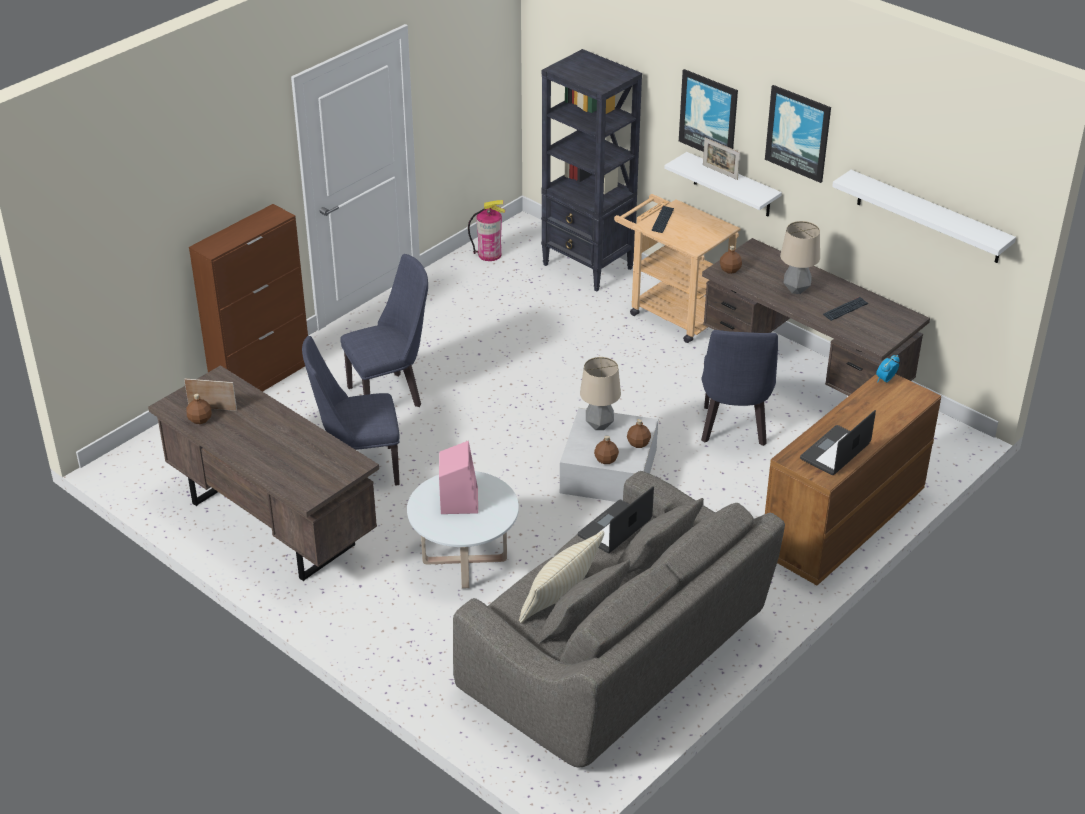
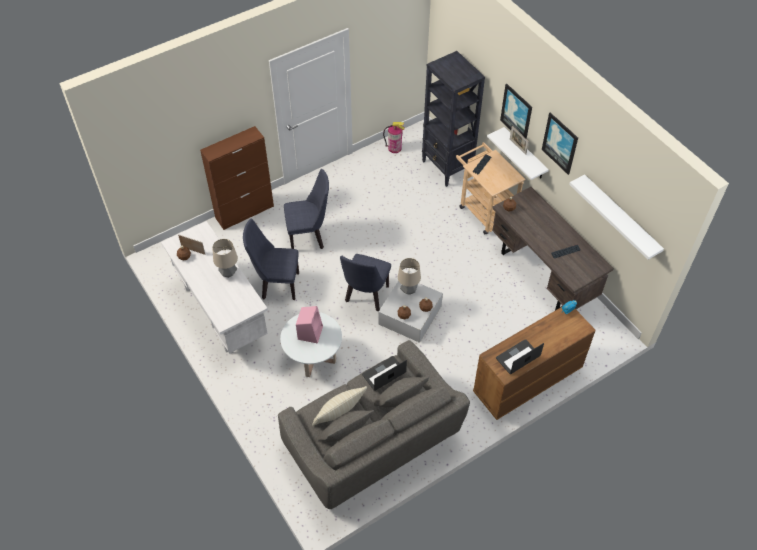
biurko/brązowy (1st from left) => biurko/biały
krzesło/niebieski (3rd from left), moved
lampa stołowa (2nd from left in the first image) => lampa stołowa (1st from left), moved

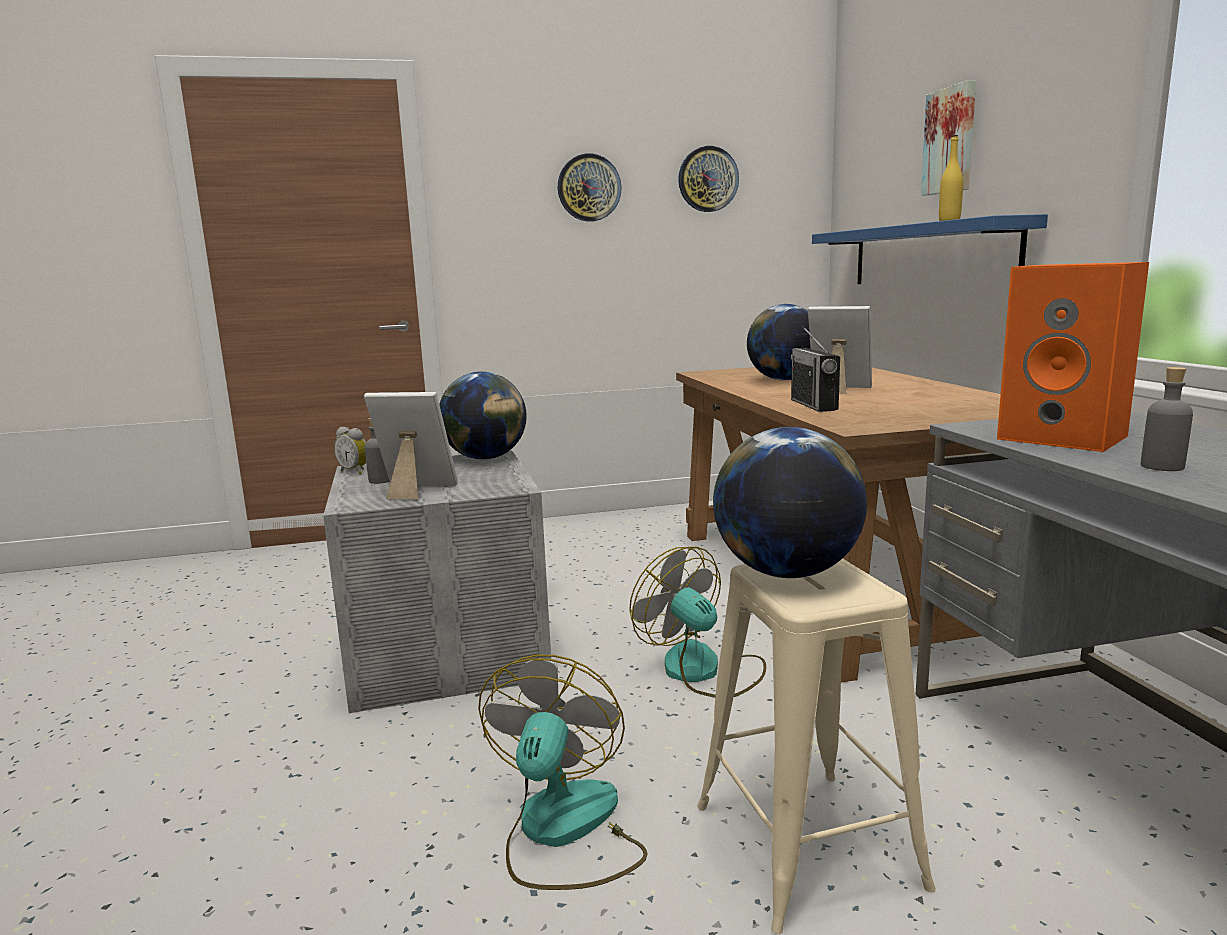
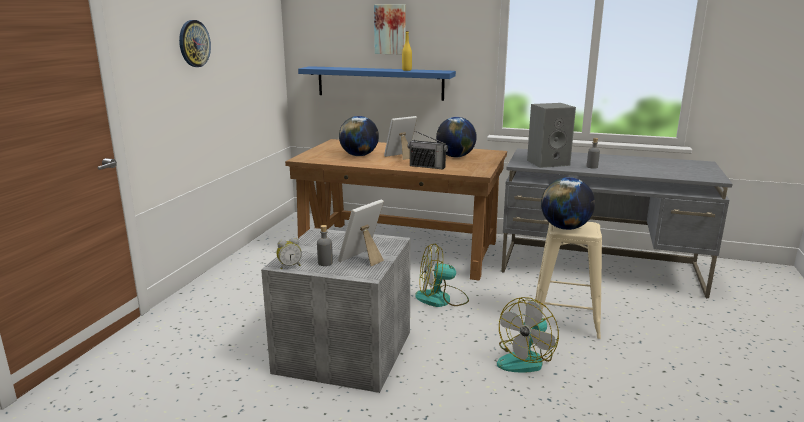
globus (1st from left in the first image) => globus (2nd from left), moved
wentylator (1st from left in the first image) => wentylator (2nd from left), 90 degrees counterclockwise
zegar ścienny (2nd from left) => nothing
głośnik/pomarańczowy => głośnik/szary

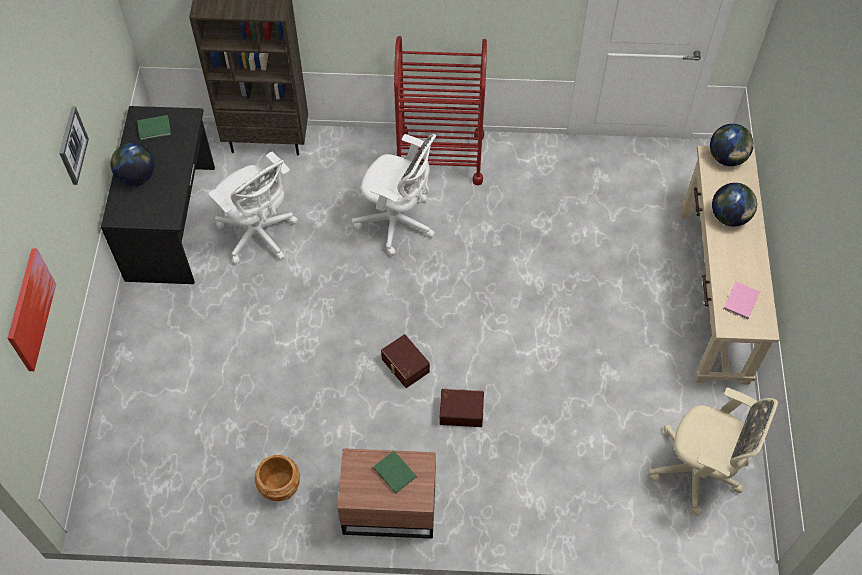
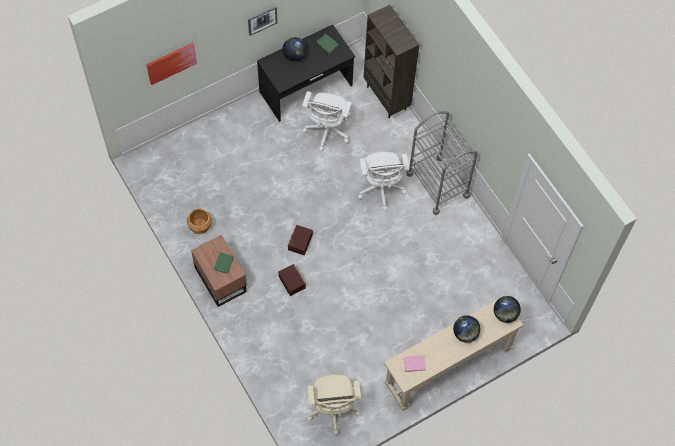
wózek/czerwony => wózek/szary

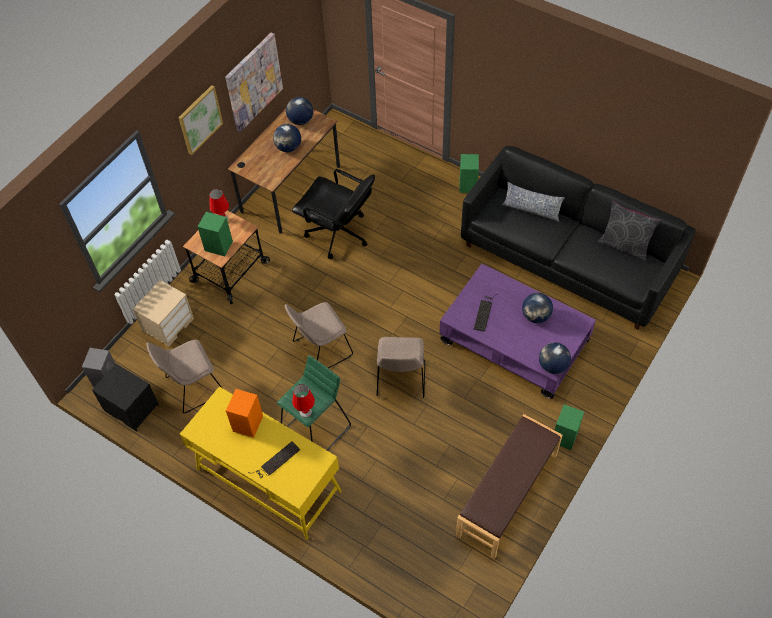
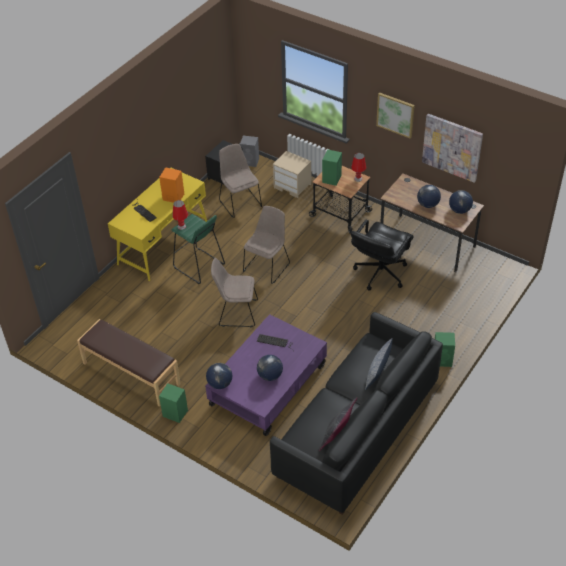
krzesło/beżowy (2nd from left in the first image) => krzesło/beżowy (3rd from left), 60 degrees clockwise

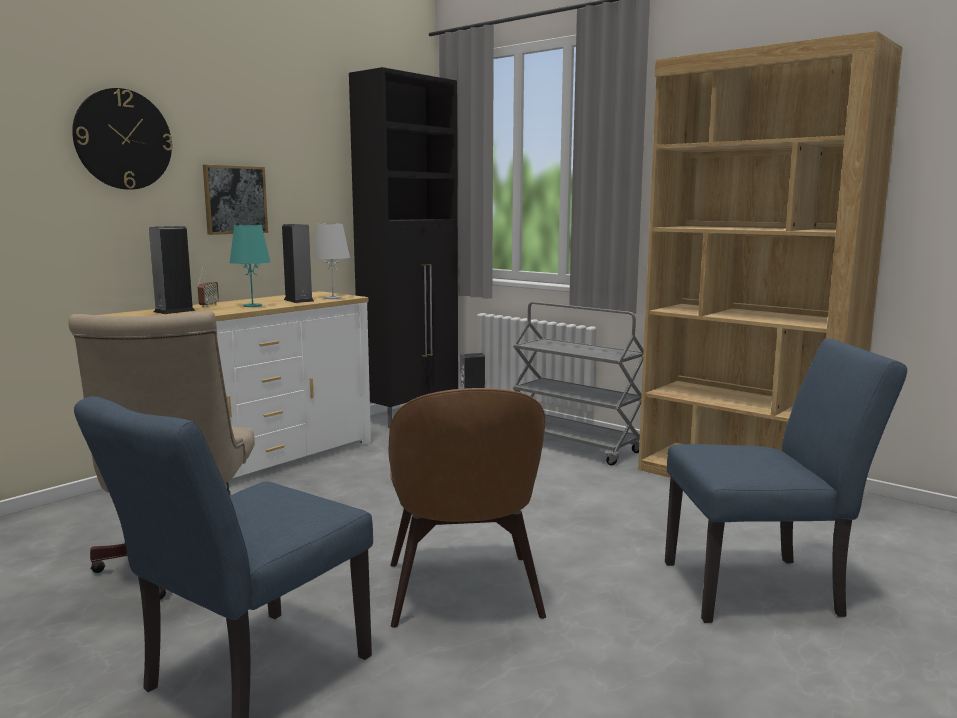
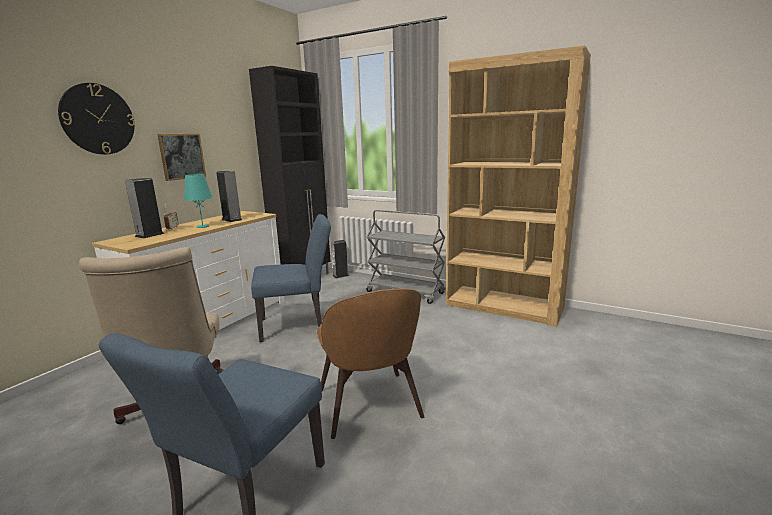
lampa stołowa/biały => nothing
krzesło/niebieski (2nd from left), moved

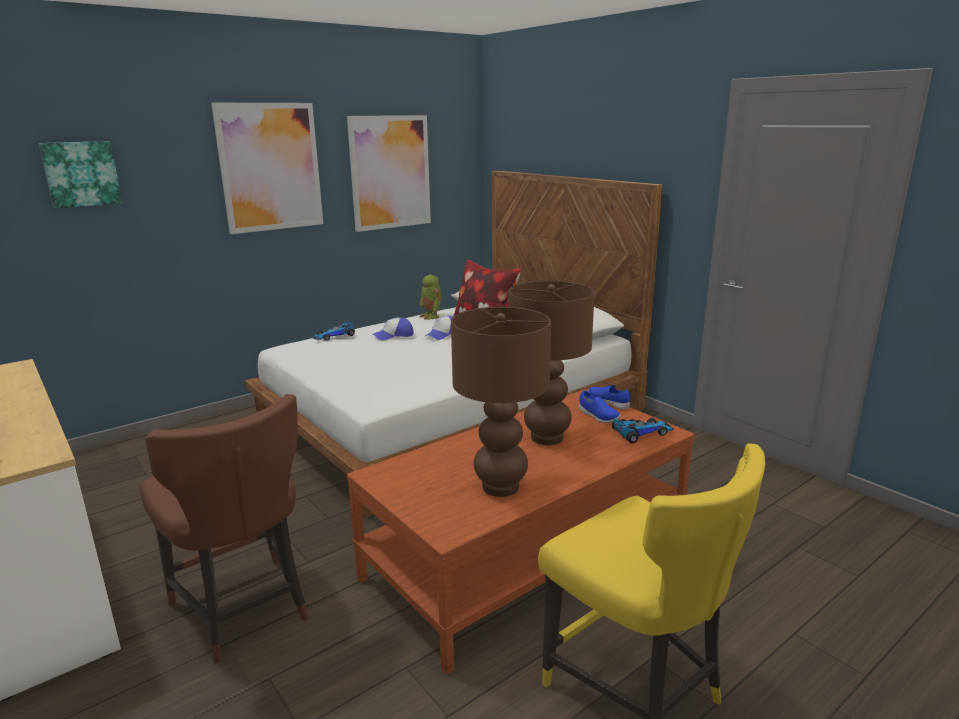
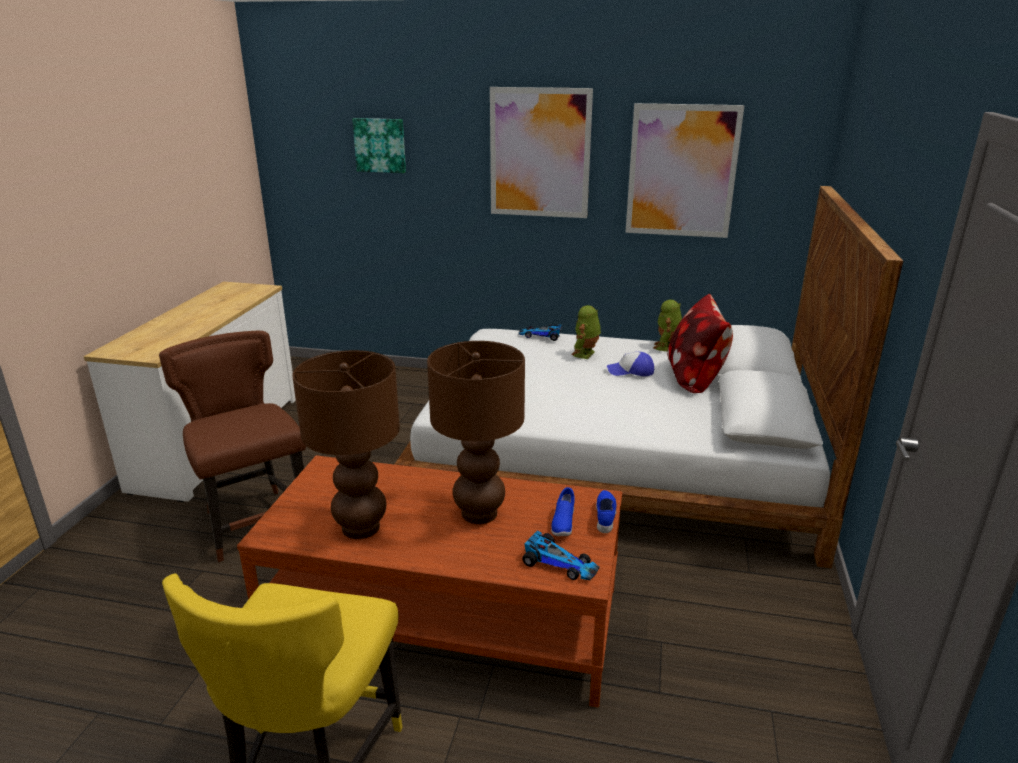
krzesło/brązowy, 135 degrees clockwise
czapka z daszkiem (1st from left) => robot zabawkowy (1st from left)

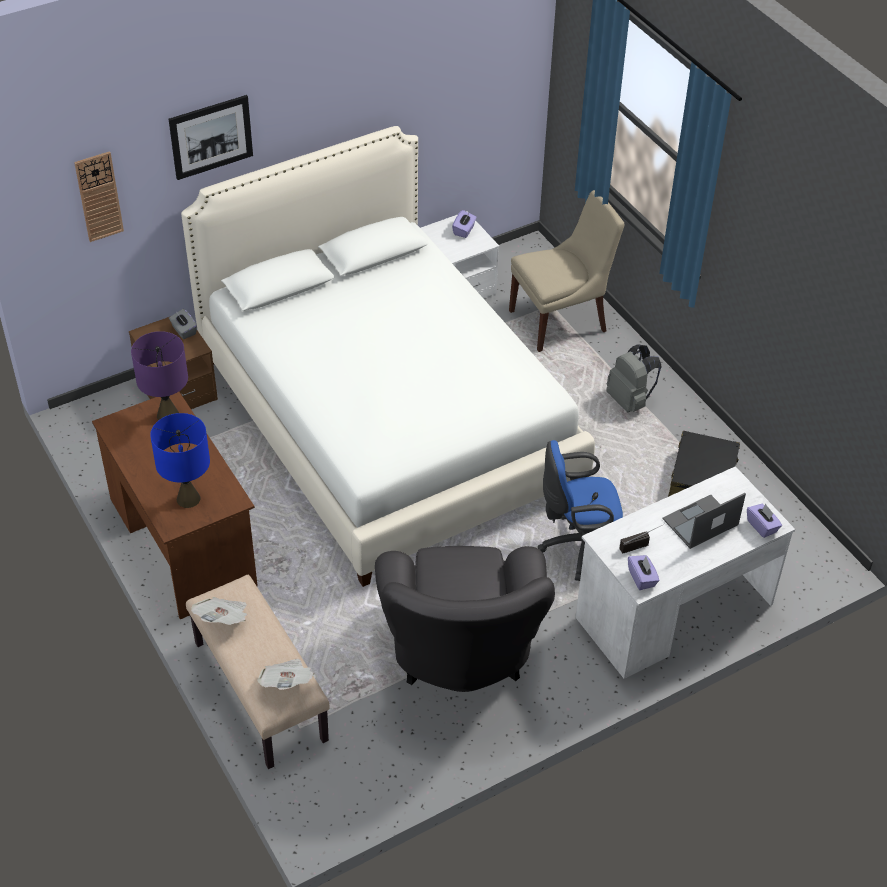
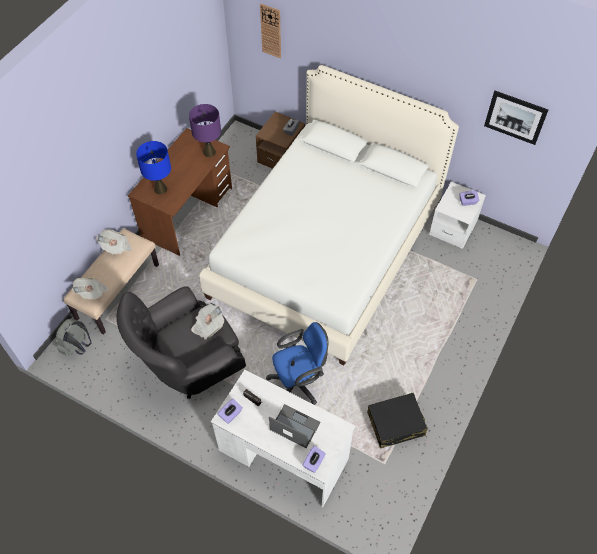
obraz, moved
krzesło/beżowy => nothing
krzesło biurowe/niebieski, 105 degrees clockwise
plecak/szary, moved
nothing => gazeta (3rd from left)

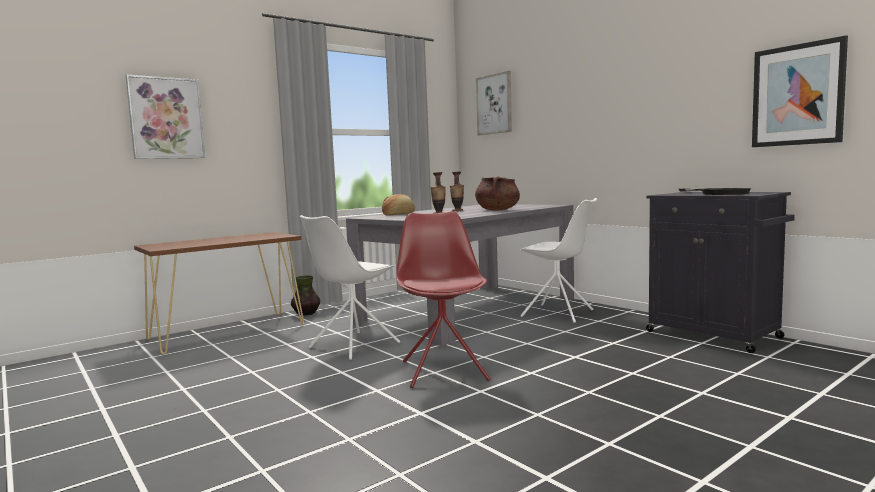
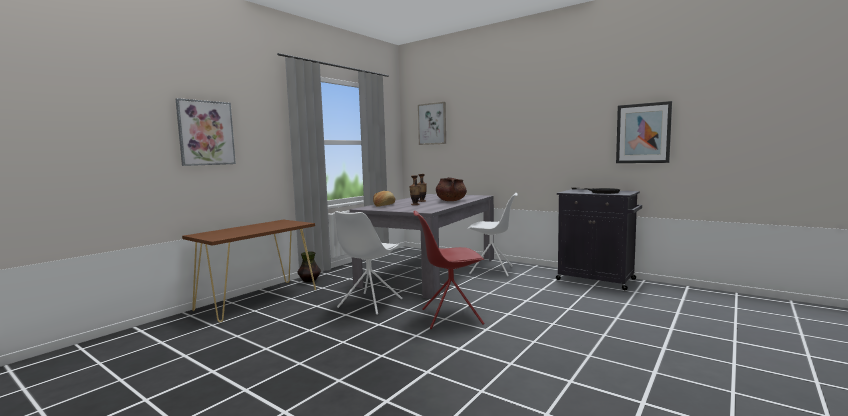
krzesło/czerwony, 75 degrees counterclockwise

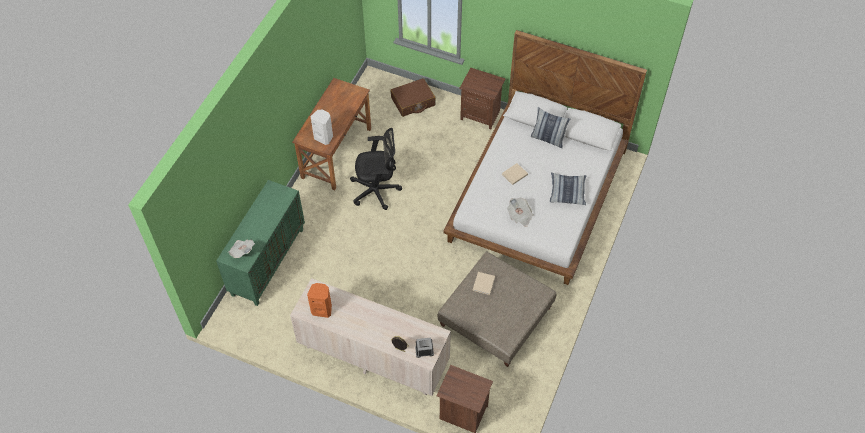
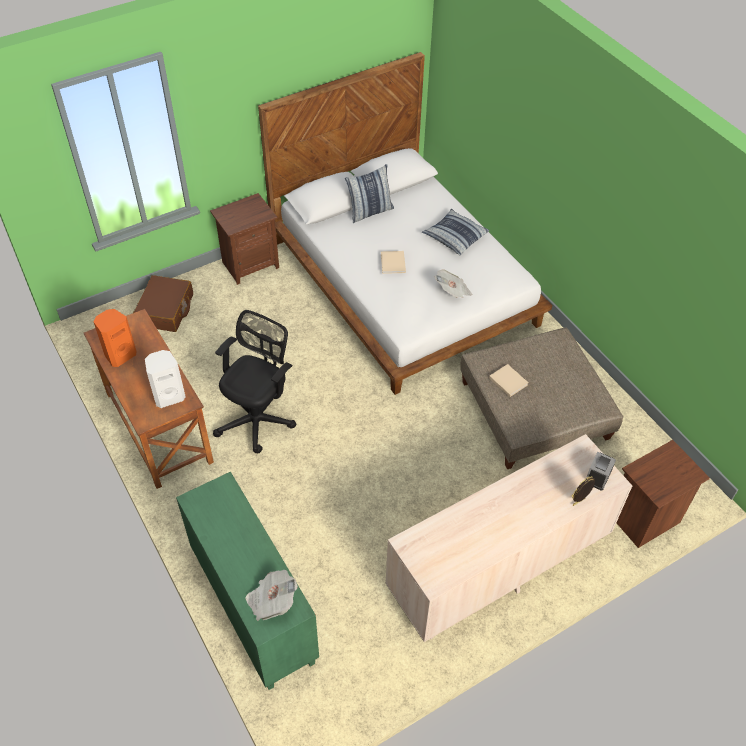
głośnik/pomarańczowy, moved

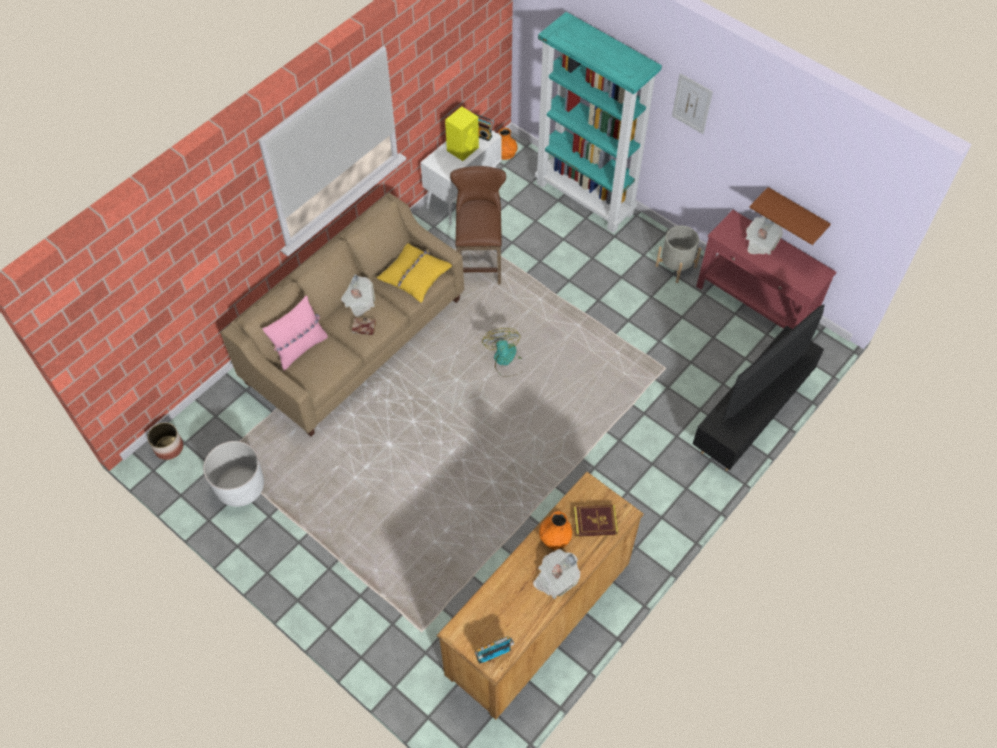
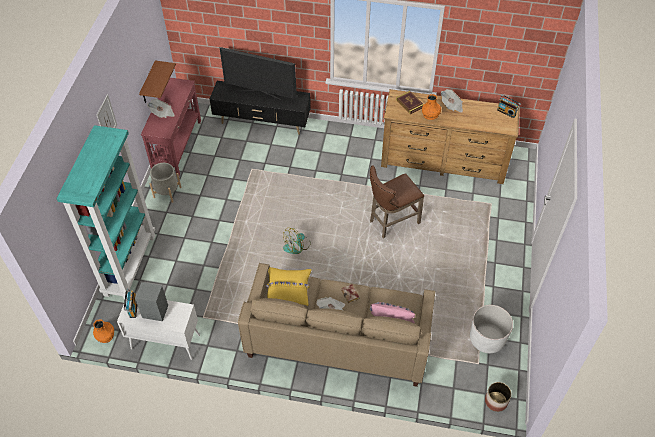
głośnik/żółty => głośnik/szary
stołek/brązowy, moved

